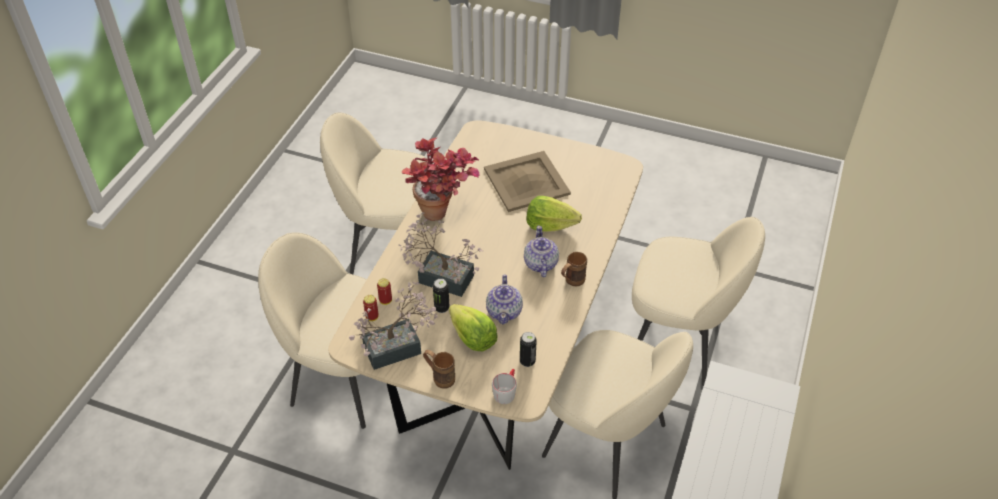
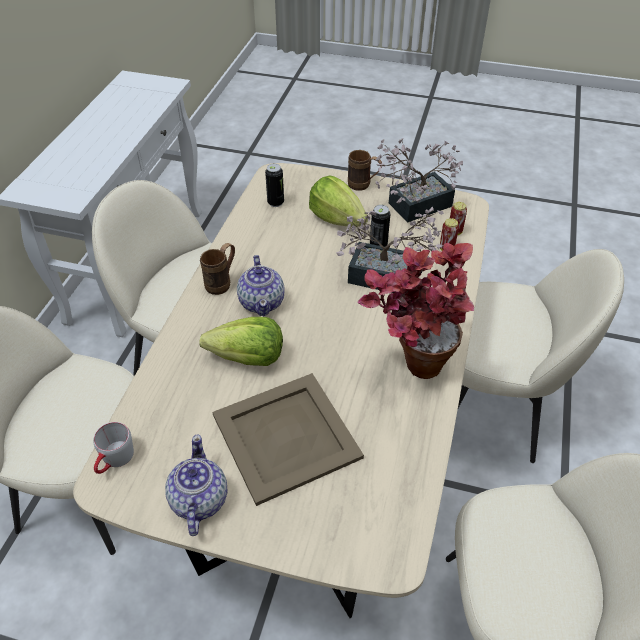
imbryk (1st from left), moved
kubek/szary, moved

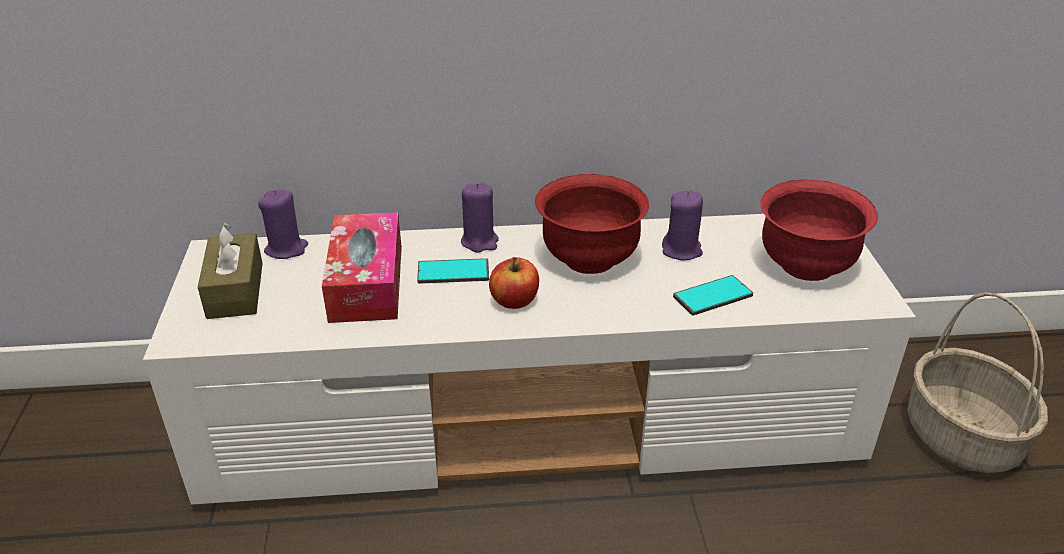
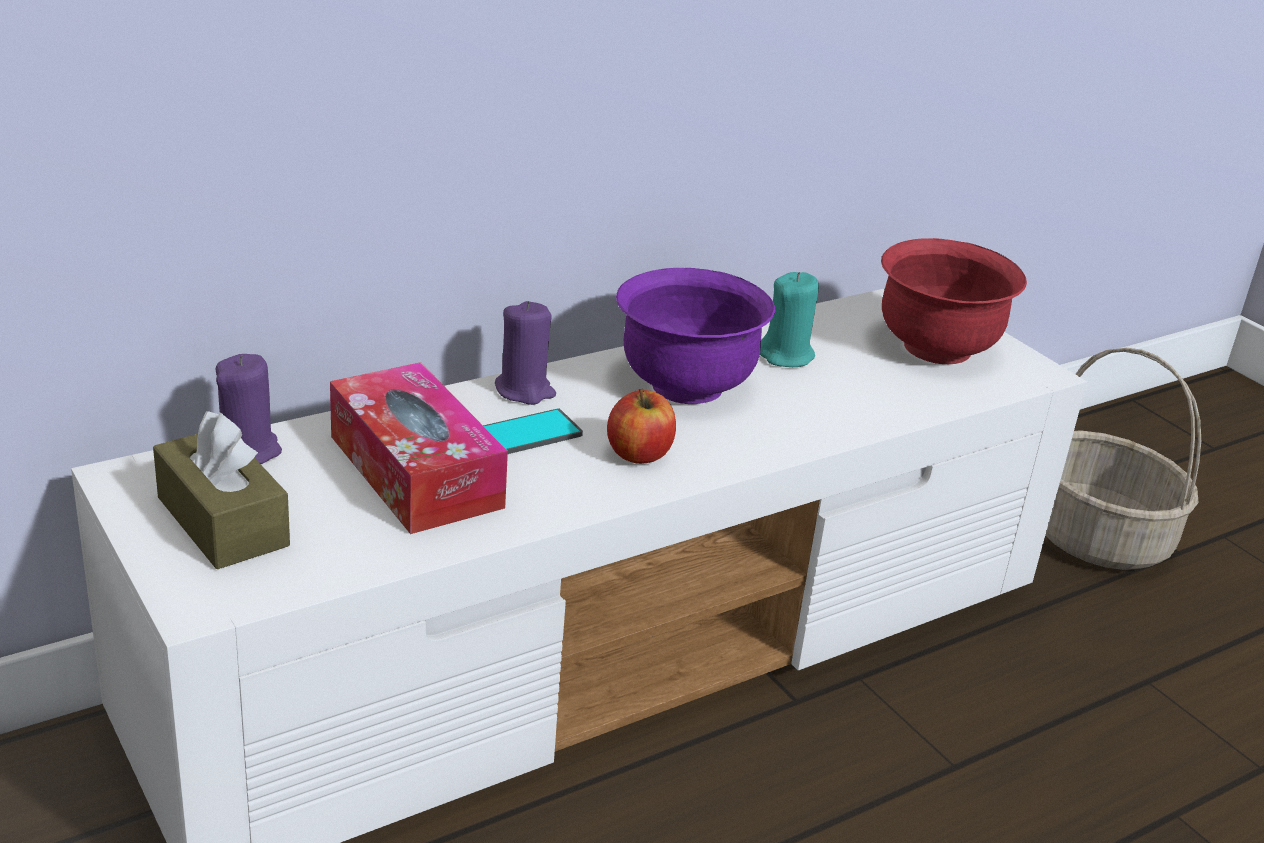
miska/czerwony (1st from left) => miska/fioletowy
świeca/fioletowy (3rd from left) => świeca/turkusowy
telefon (2nd from left) => nothing

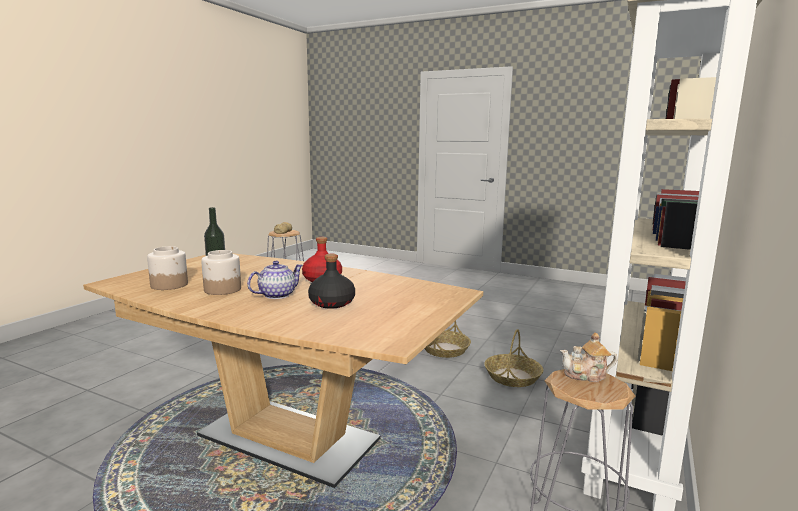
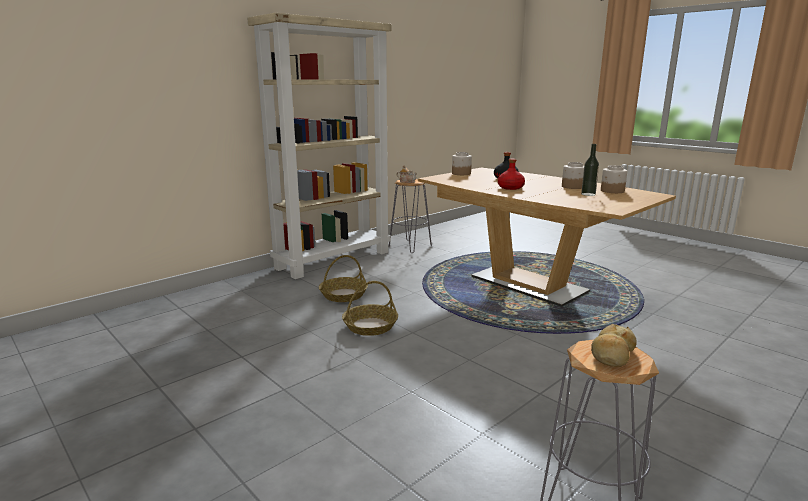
imbryk (1st from left) => nothing
nothing => słoik (1st from left)

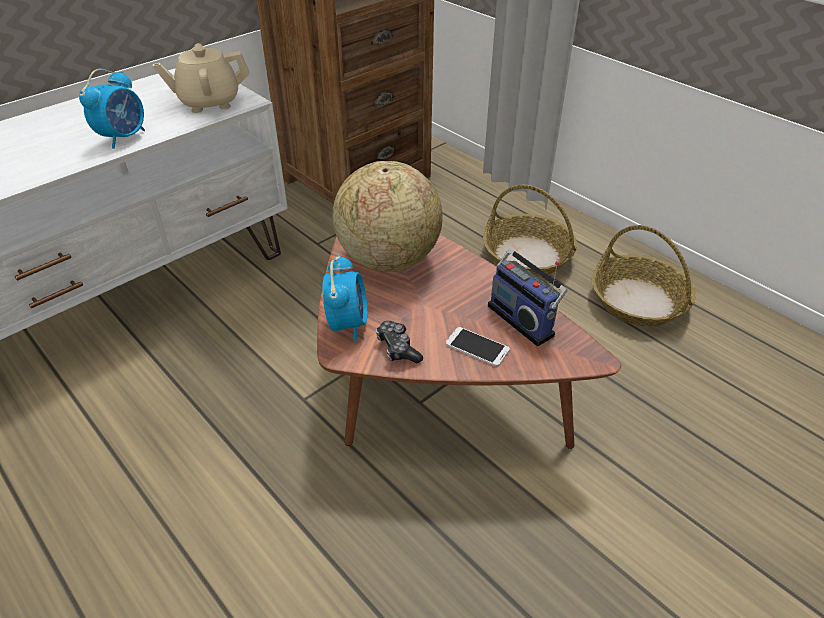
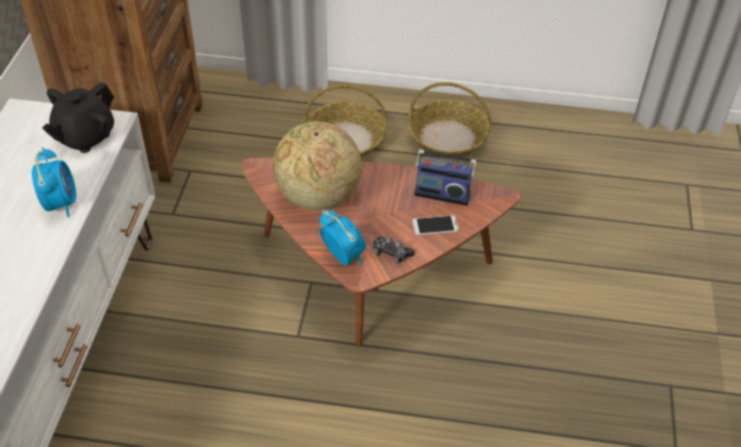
imbryk/beżowy => imbryk/czarny

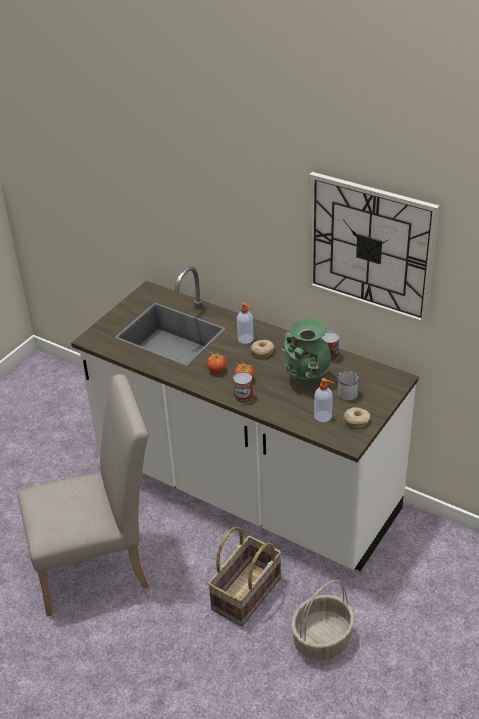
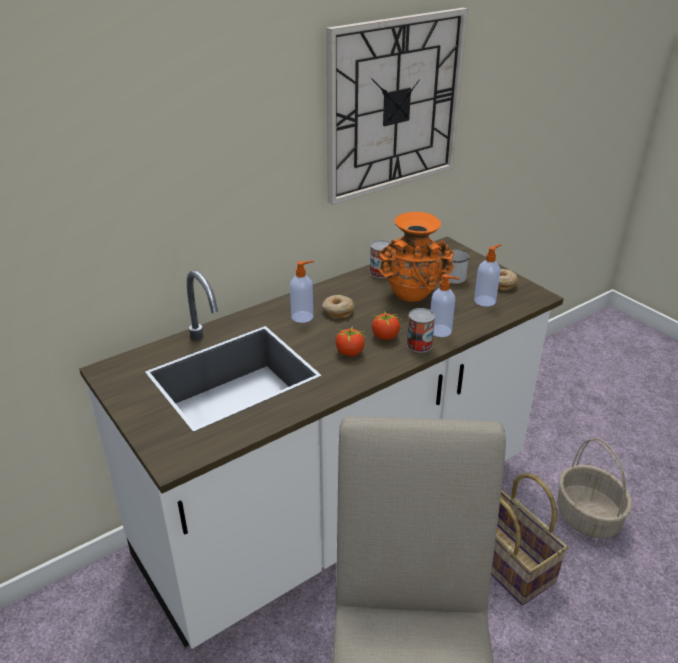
wazon/zielony => wazon/pomarańczowy
nothing => dozownik mydła (2nd from left)

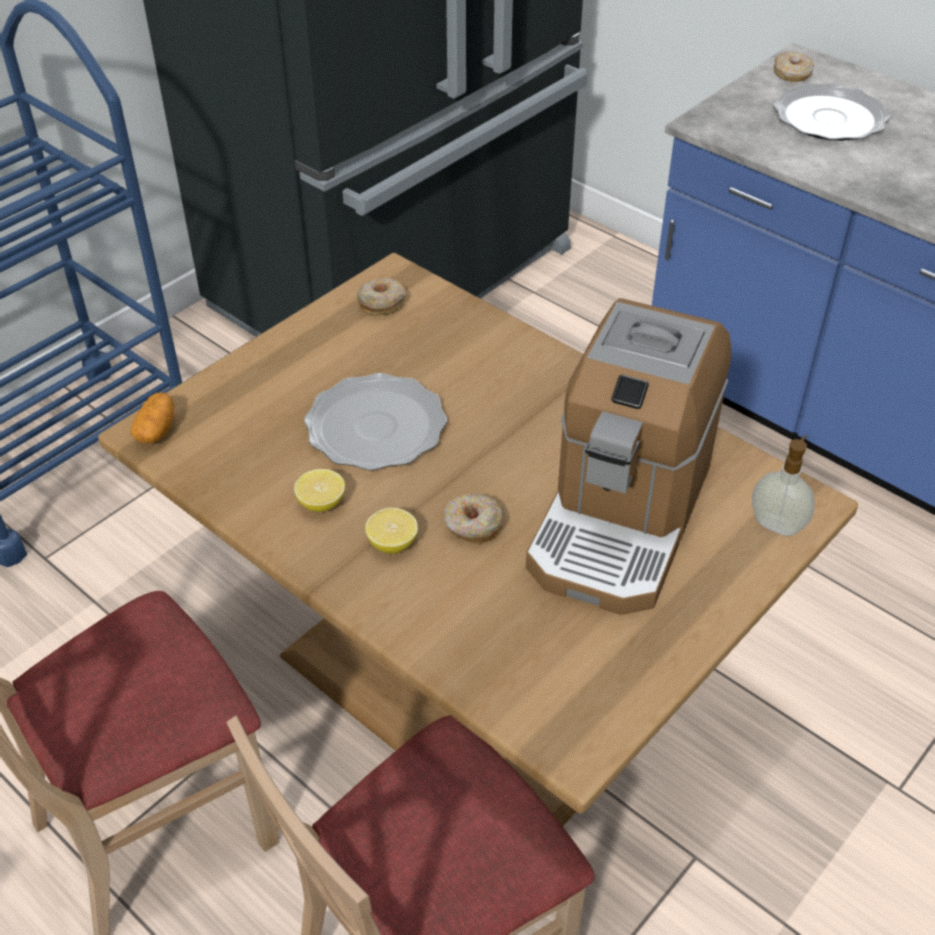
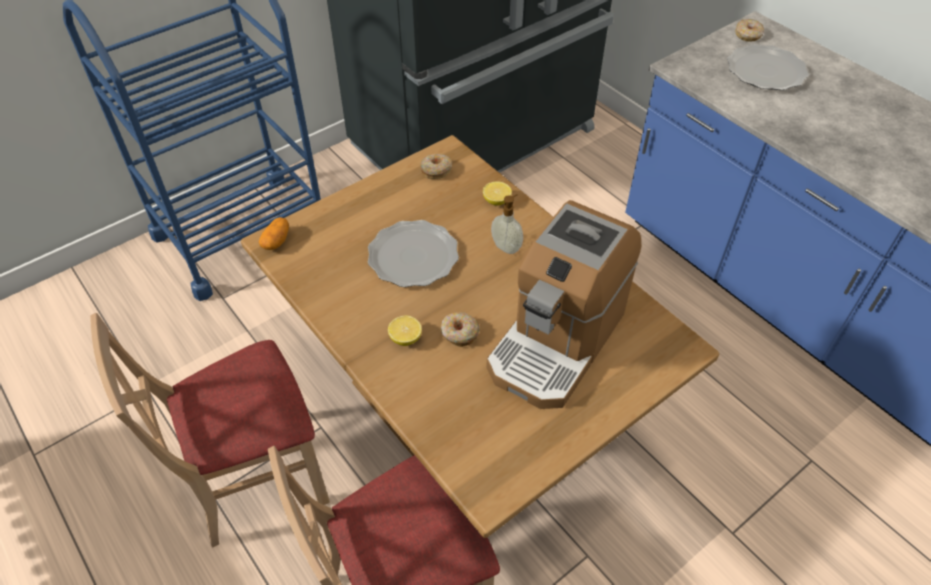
cytryna (1st from left in the first image) => cytryna (2nd from left), moved
dozownik mydła, moved

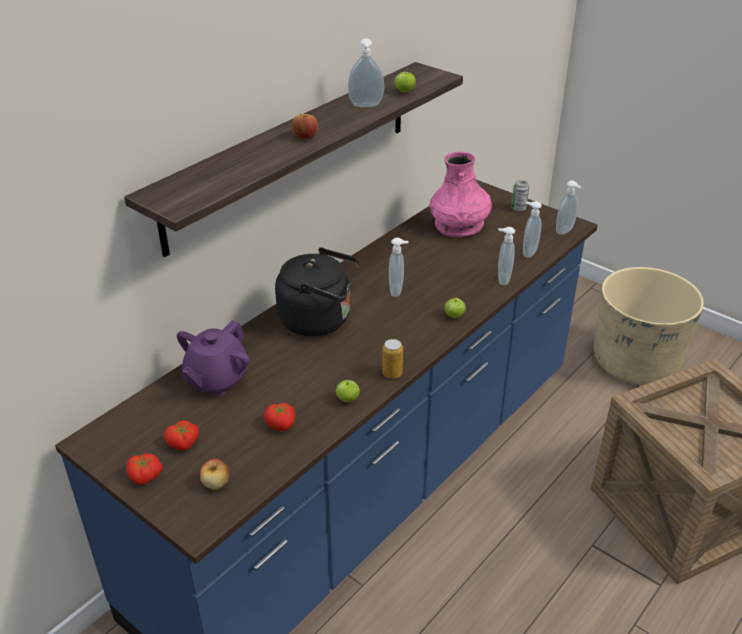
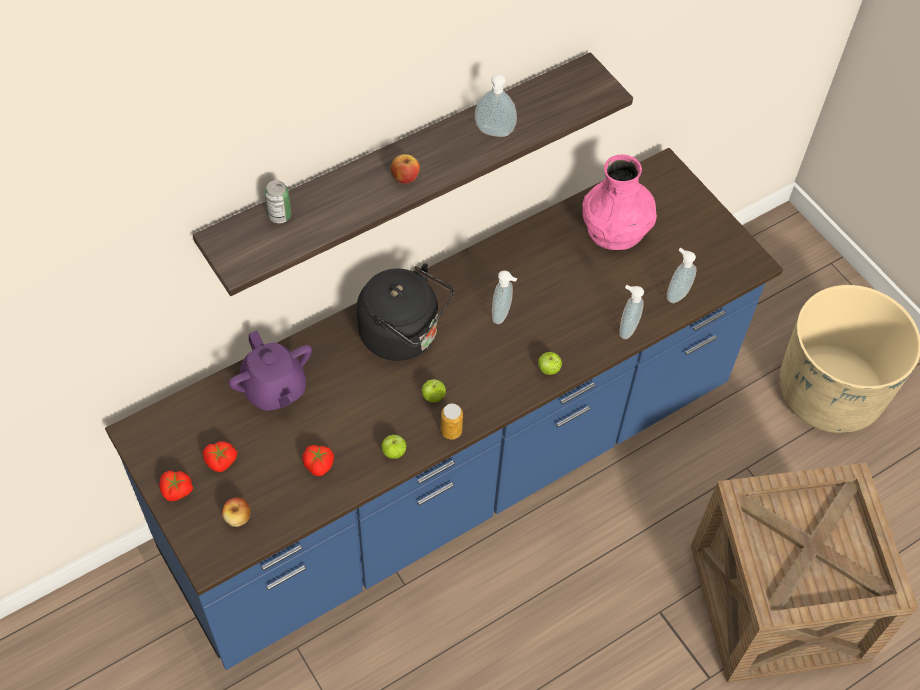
imbryk/fioletowy, 75 degrees counterclockwise
jabłko (4th from left), moved
puszka (2nd from left in the first image) => puszka (1st from left), moved
dozownik mydła (5th from left) => nothing

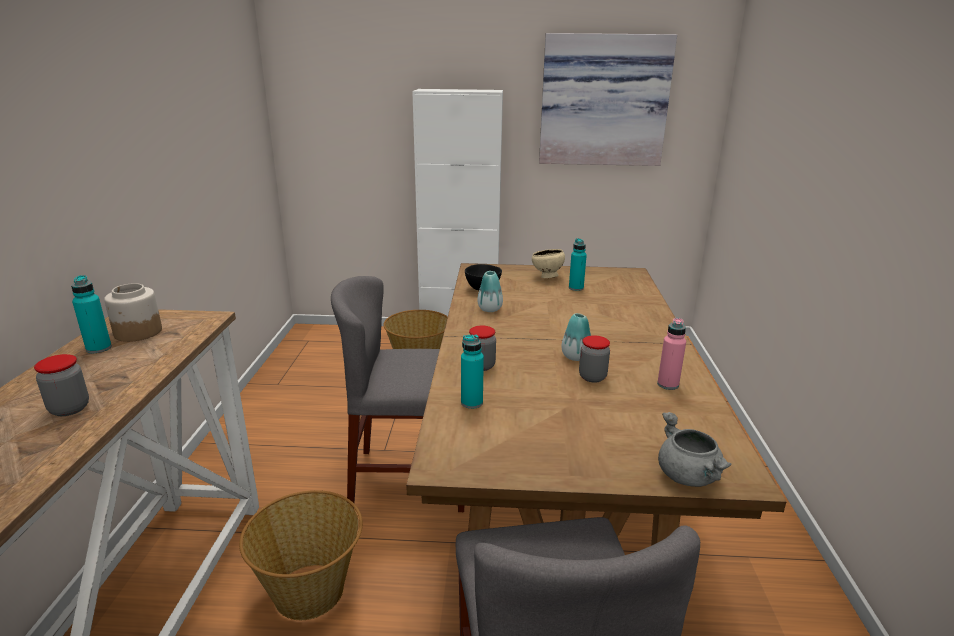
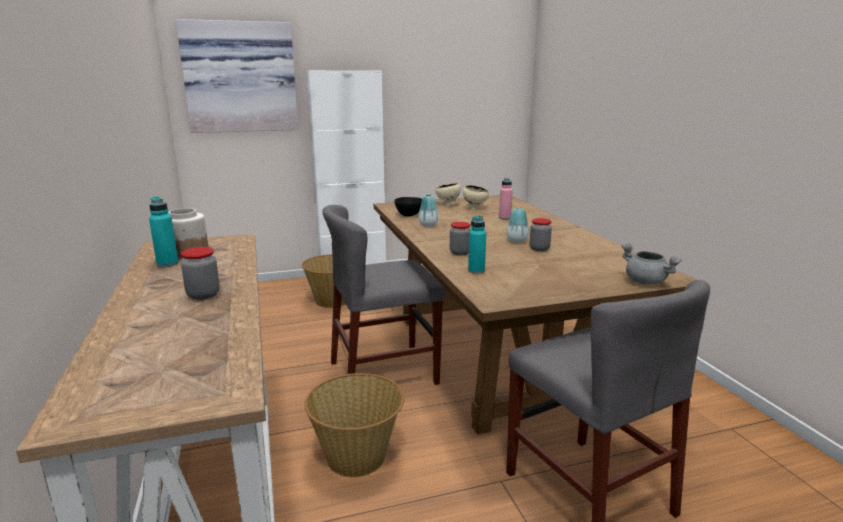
obraz, moved
butelka/turkusowy (3rd from left) => miska/beżowy (2nd from left)
butelka/różowy, moved

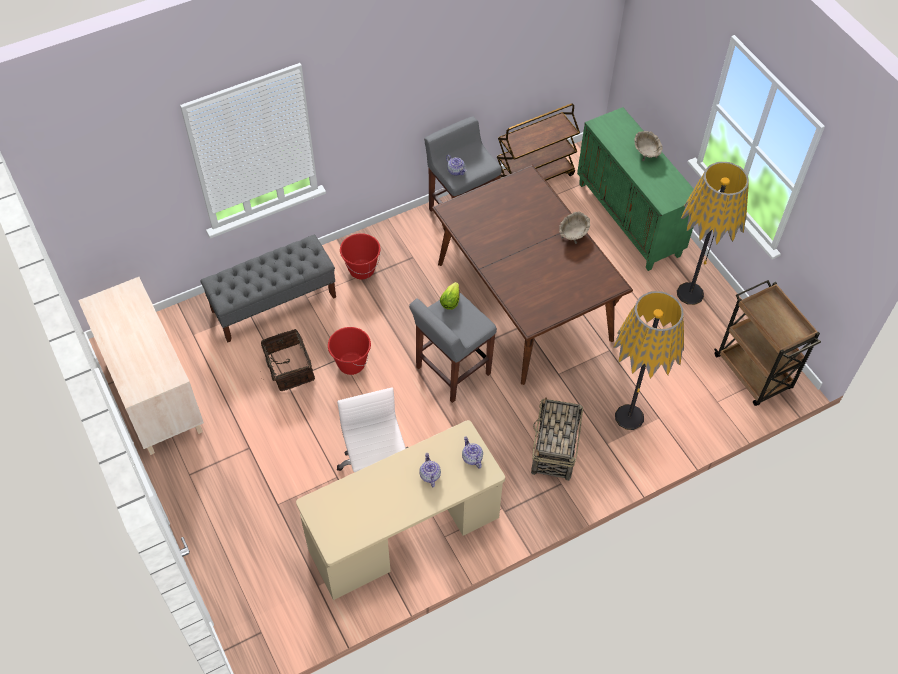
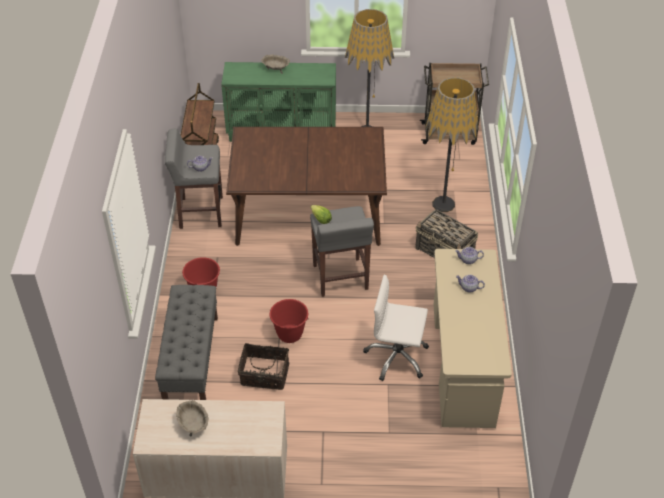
miska/beżowy (1st from left), moved

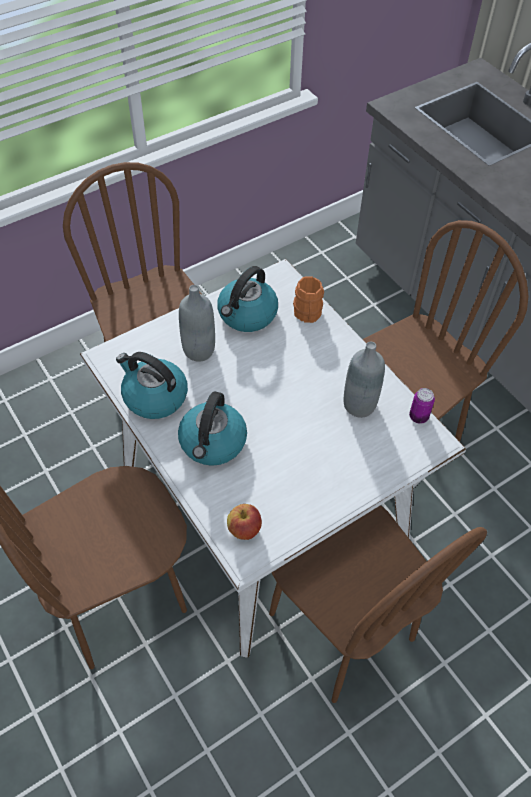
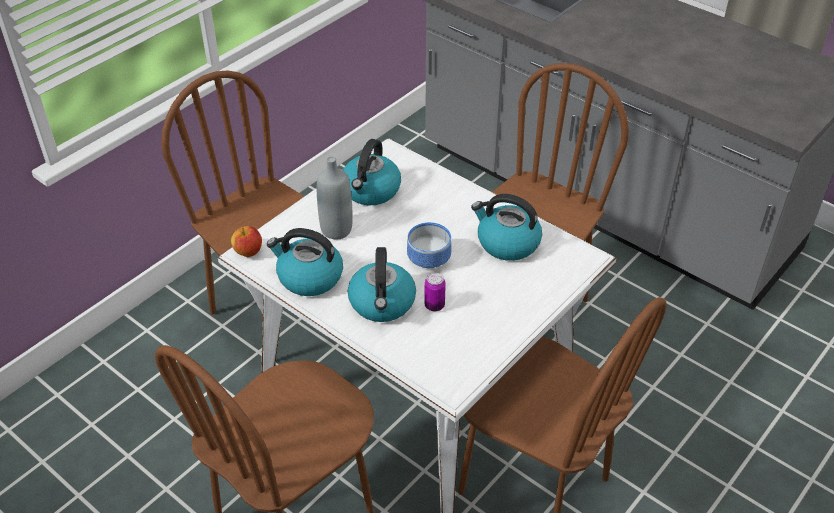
jabłko, moved
kubek/pomarańczowy => nothing
butelka/szary (2nd from left) => czajnik (4th from left)
puszka, moved
nothing => miska

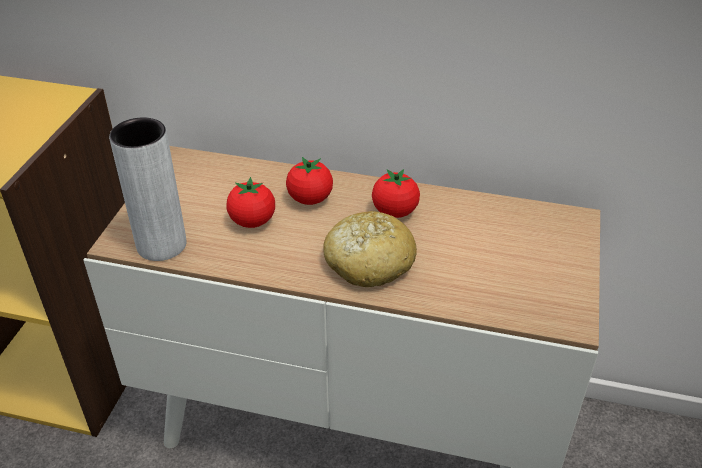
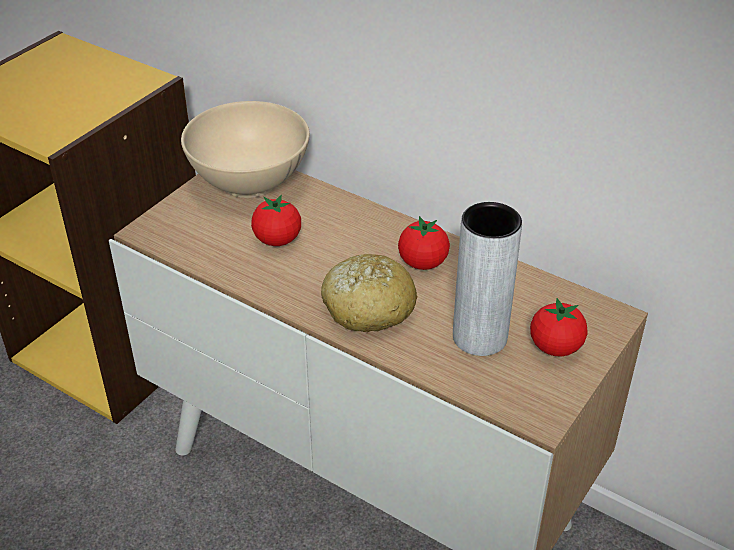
wazon/szary, moved
pomidor (2nd from left in the first image) => pomidor (3rd from left), moved
nothing => miska/beżowy

